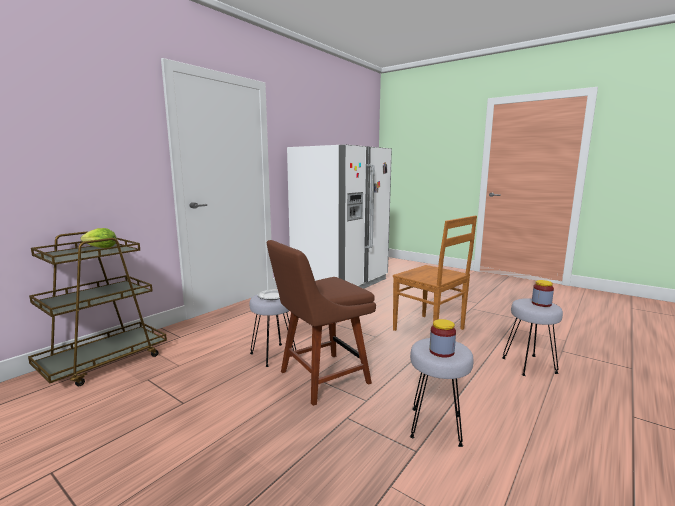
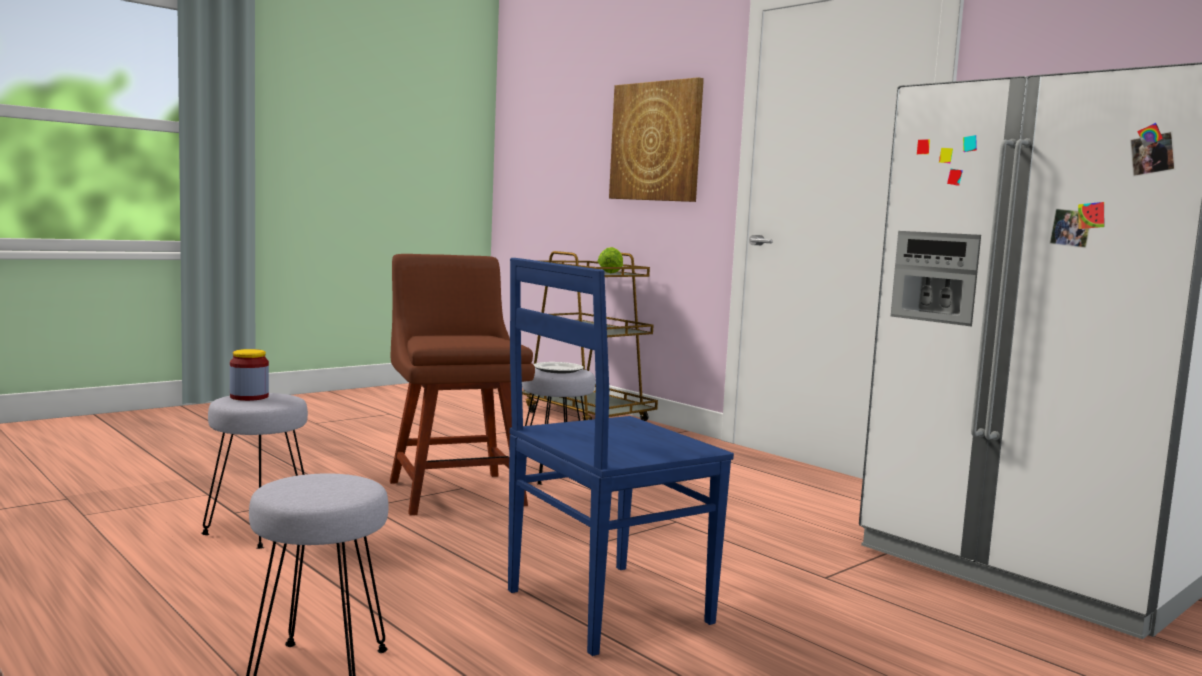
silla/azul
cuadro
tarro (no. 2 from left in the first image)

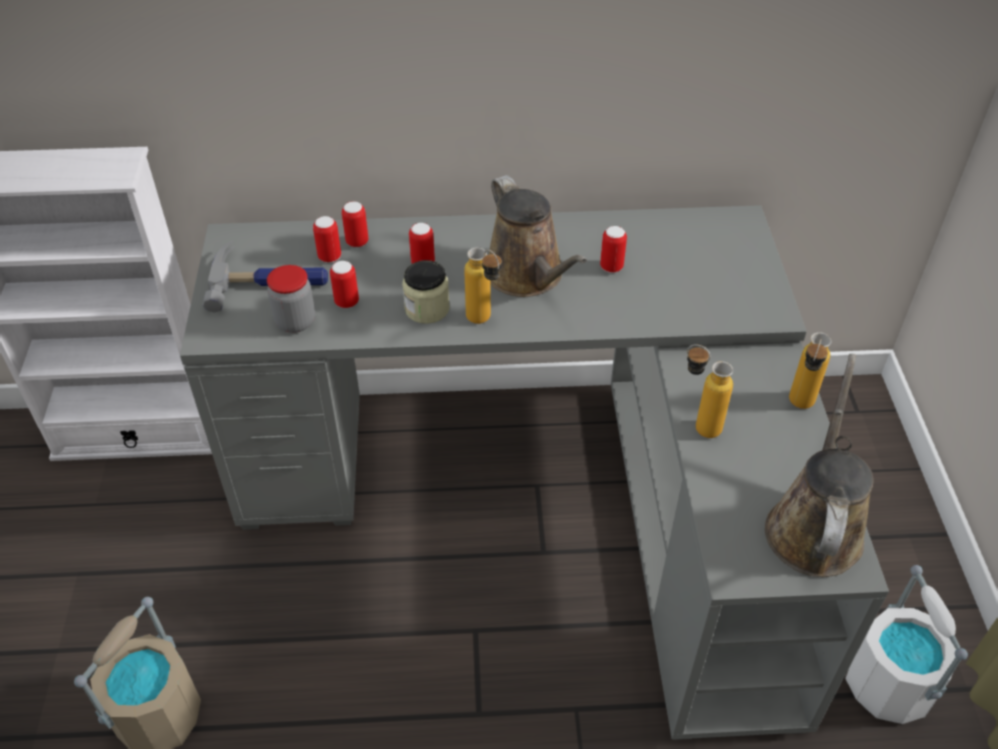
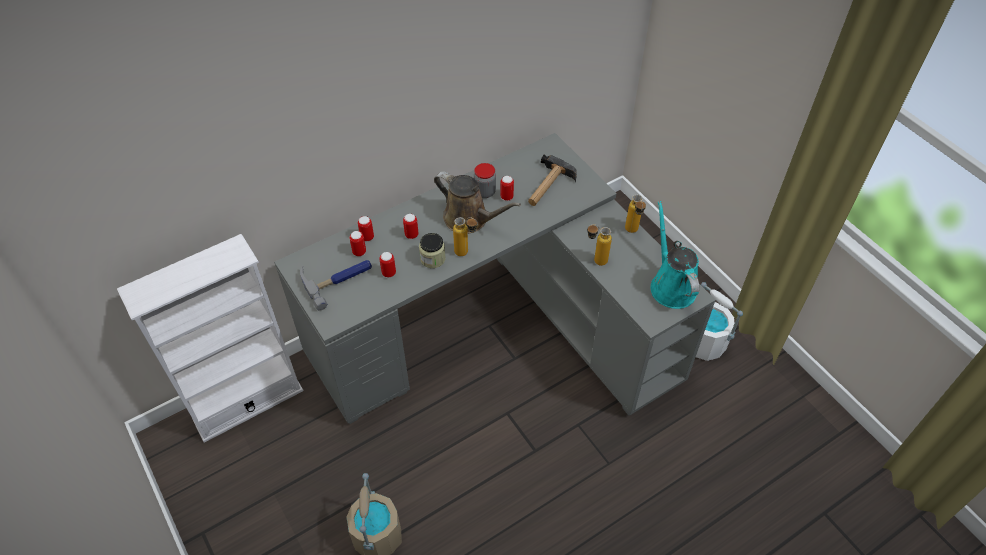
tarro (no. 2 from left)
martillo (no. 2 from left)
regadera/turquesa

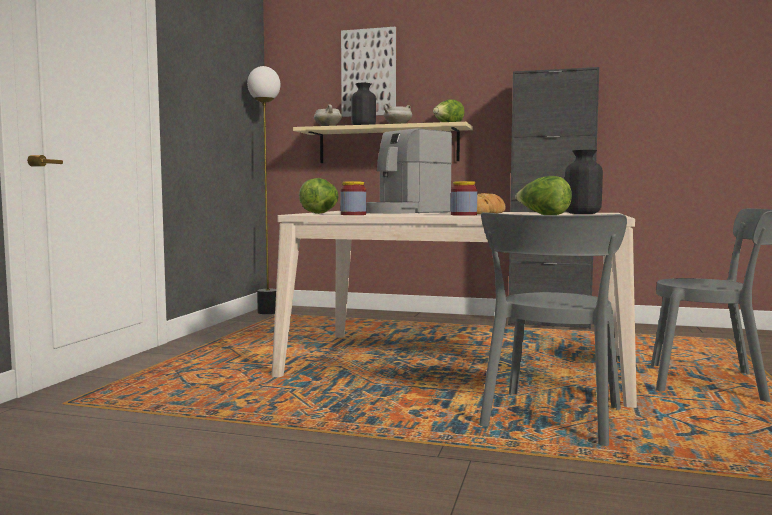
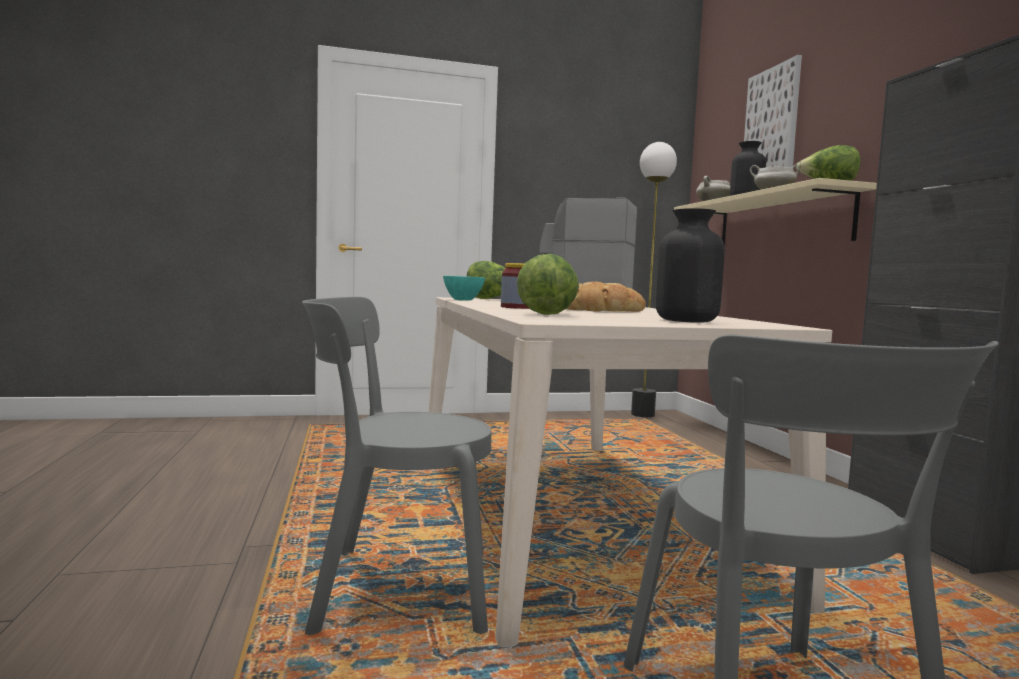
cuenco/turquesa

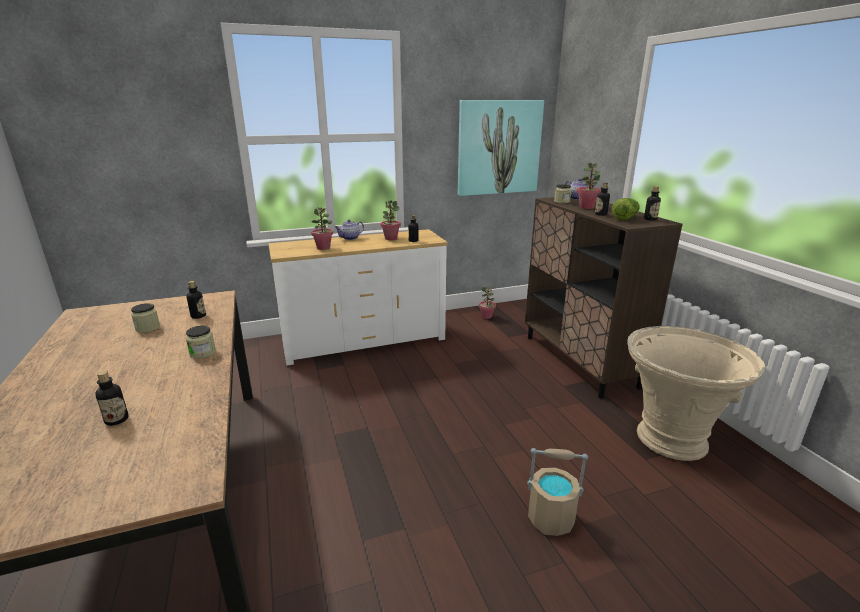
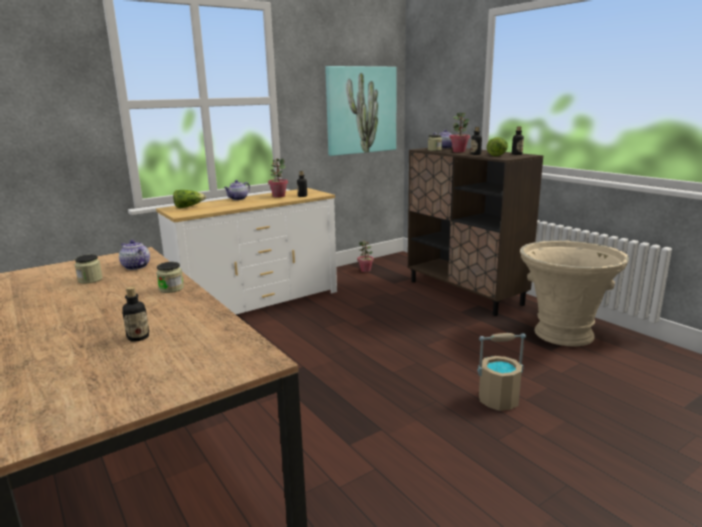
tetera (no. 1 from left)
lechuga (no. 1 from left)
planta en maceta (no. 1 from left in the first image)

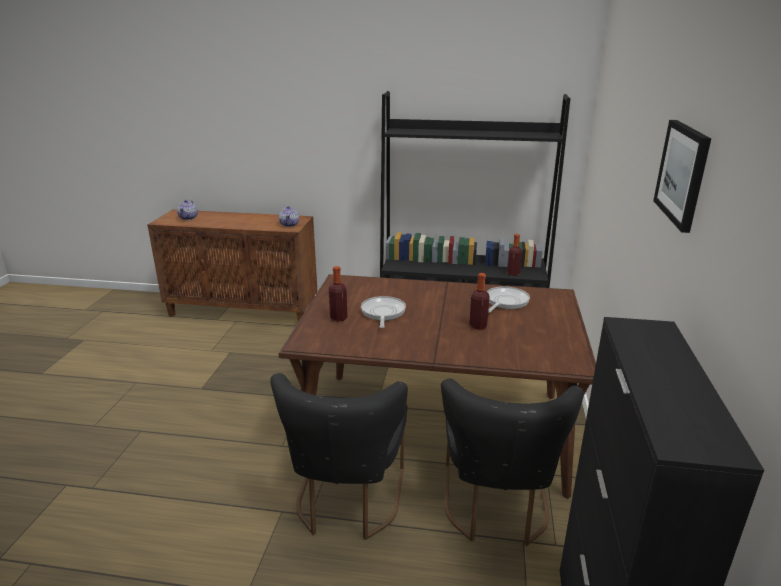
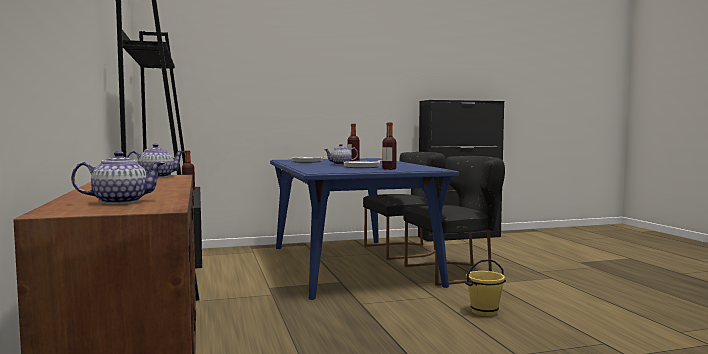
mesa de comedor/azul
tetera (no. 3 from left)
cubo/amarillo
cuadro

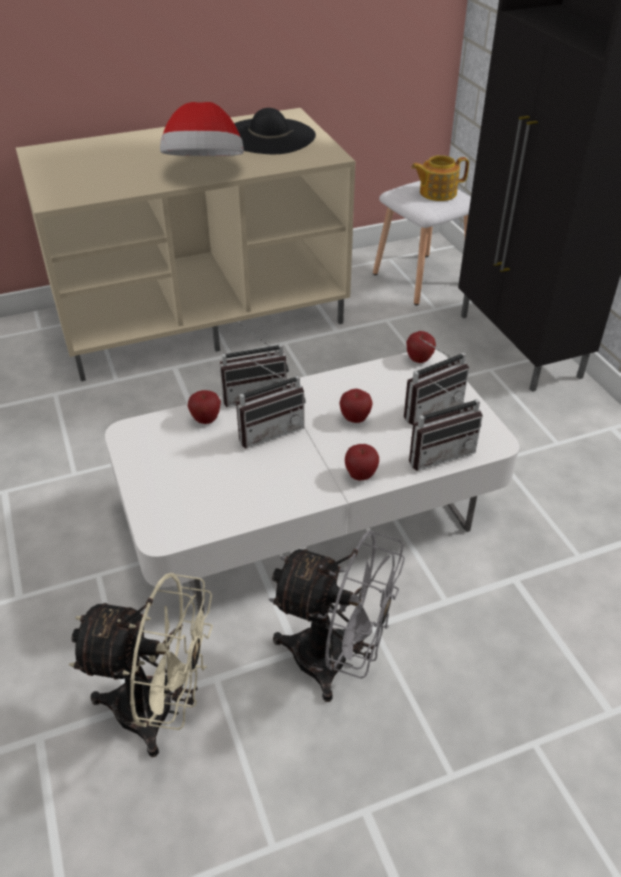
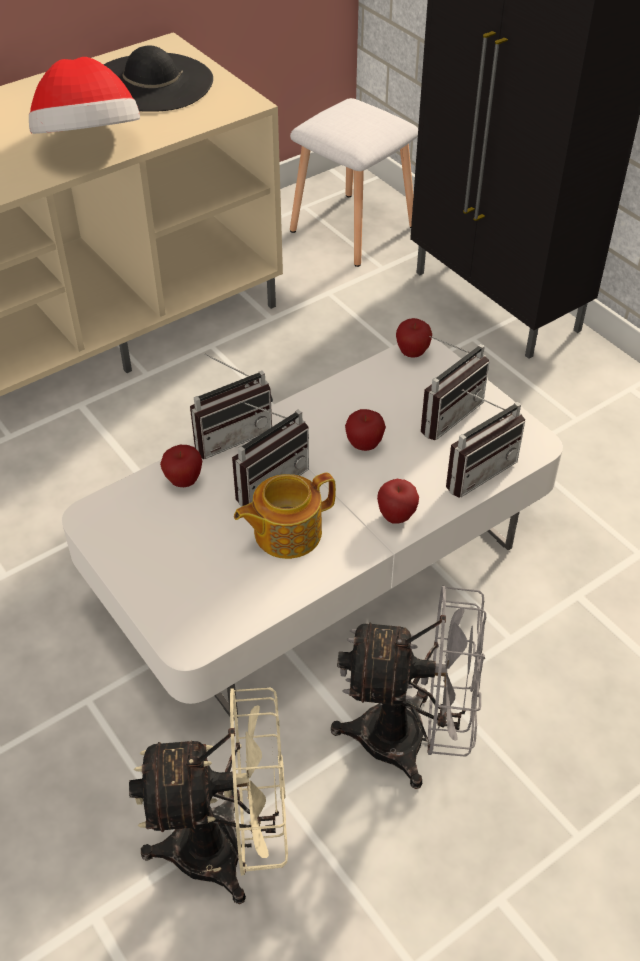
tetera

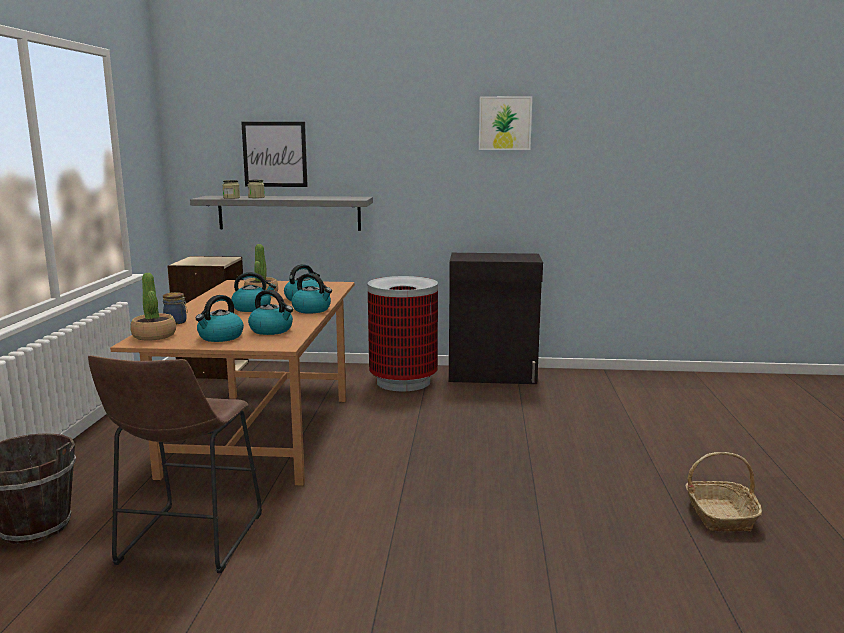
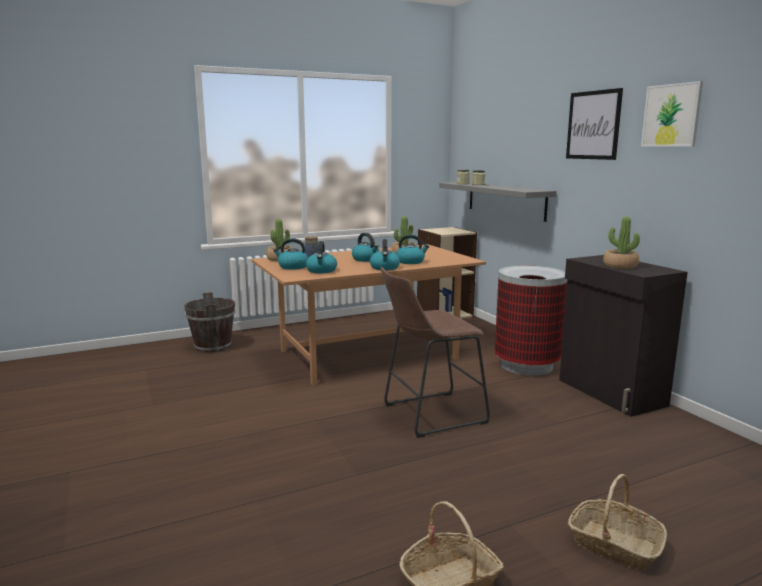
taburete/marrón
cuadro (no. 1 from left)
cesta (no. 2 from left)
planta en maceta (no. 3 from left)

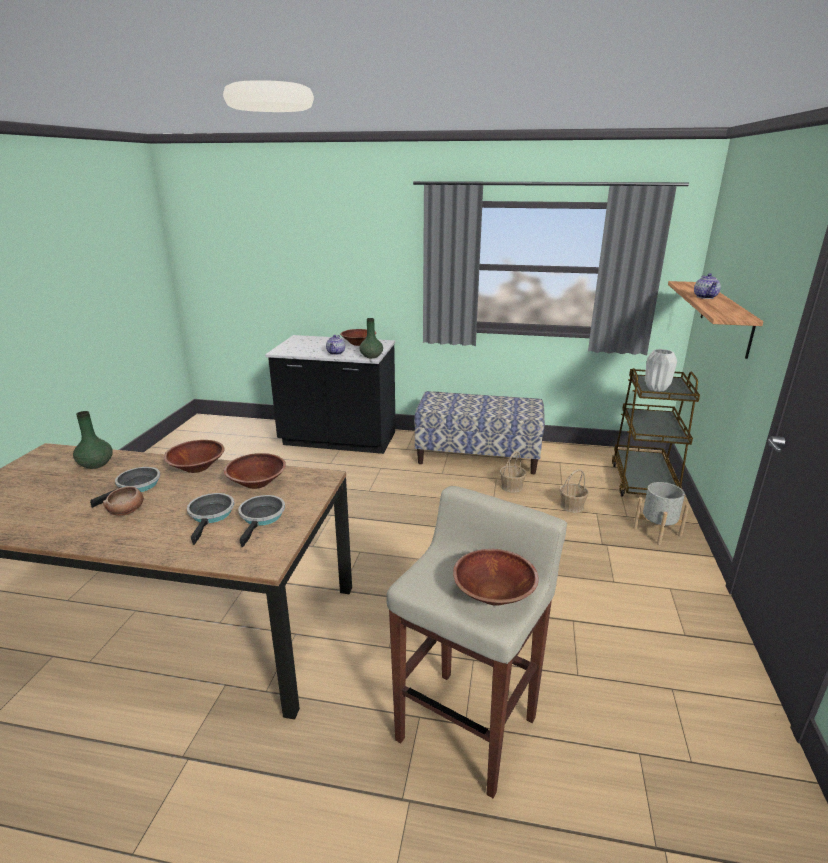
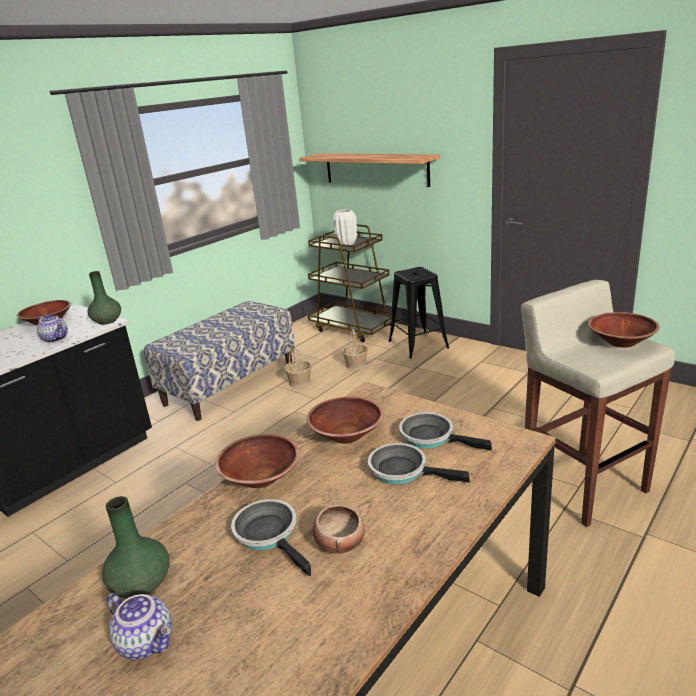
tetera (no. 2 from left)
taburete/negro

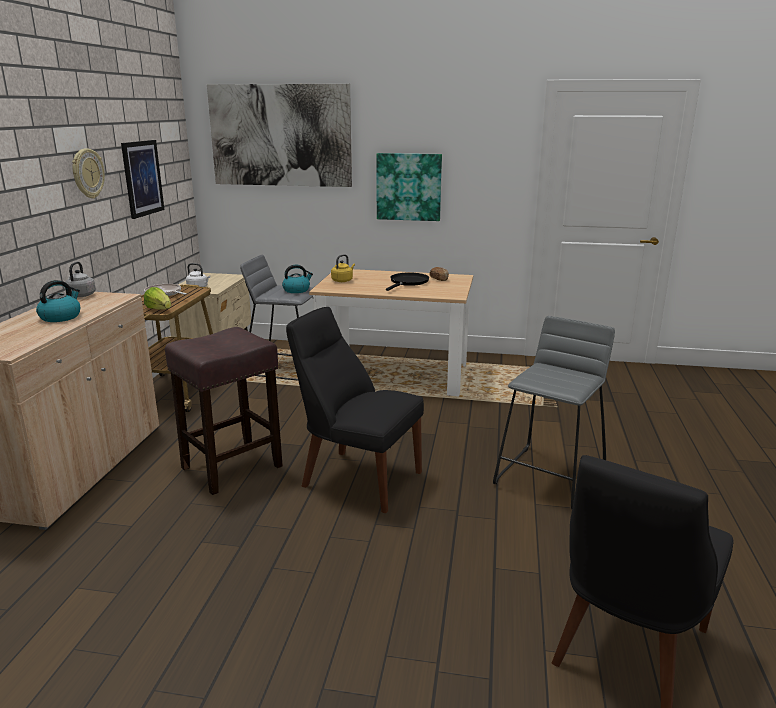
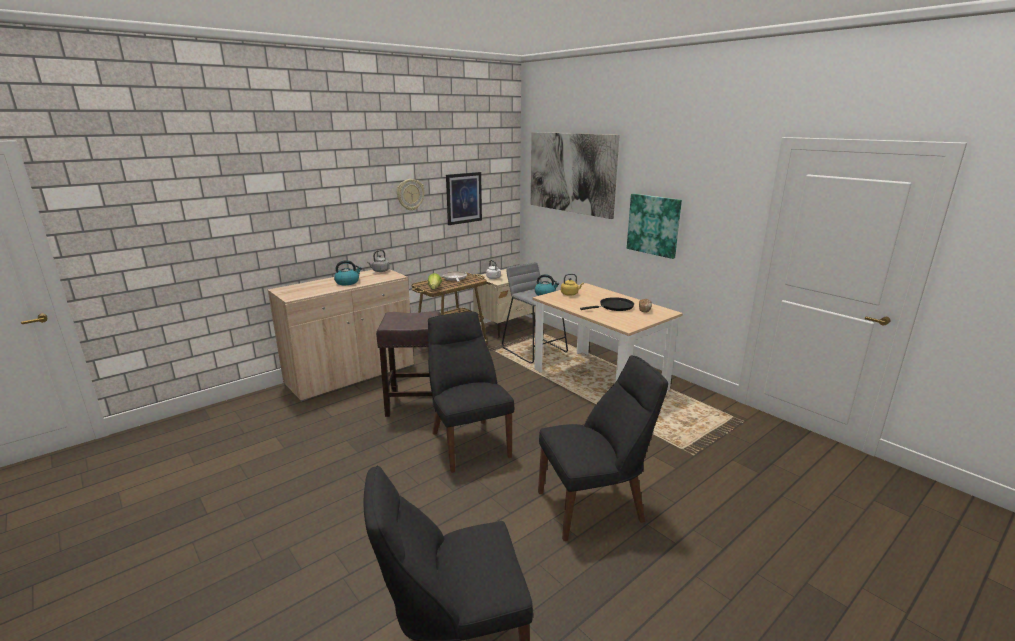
silla/negro (no. 3 from left)

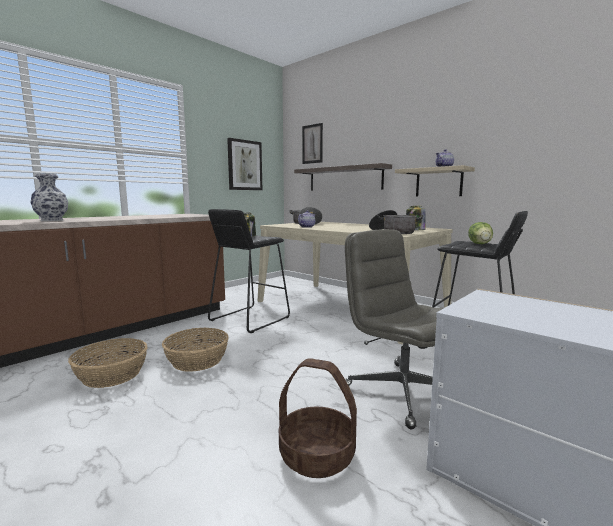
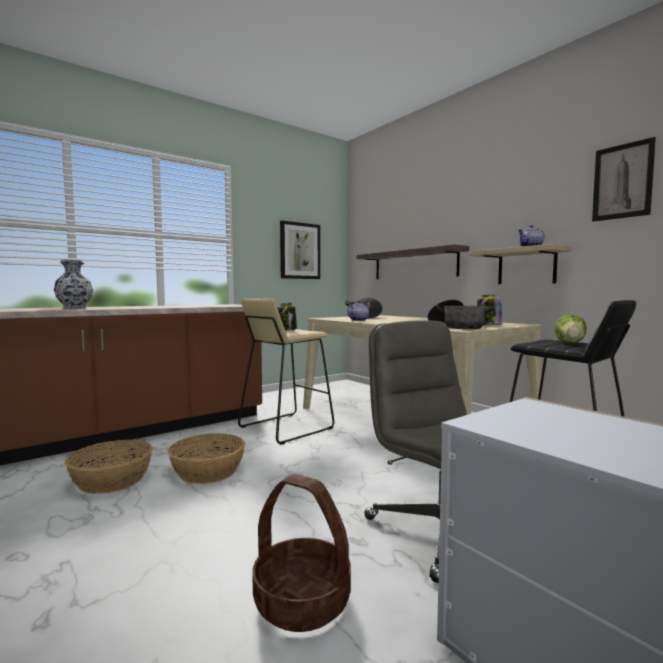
taburete/beis
cuadro (no. 2 from left)

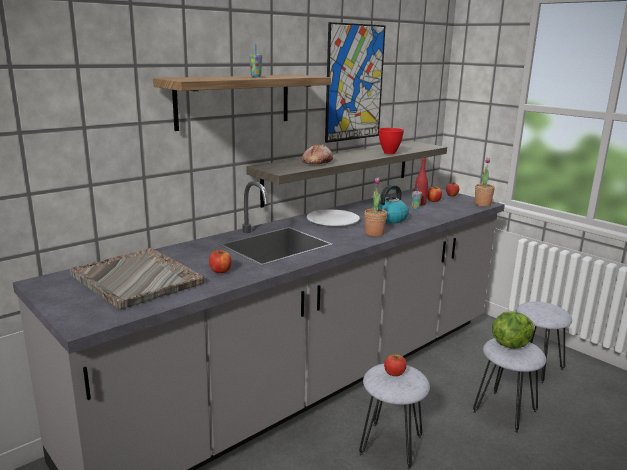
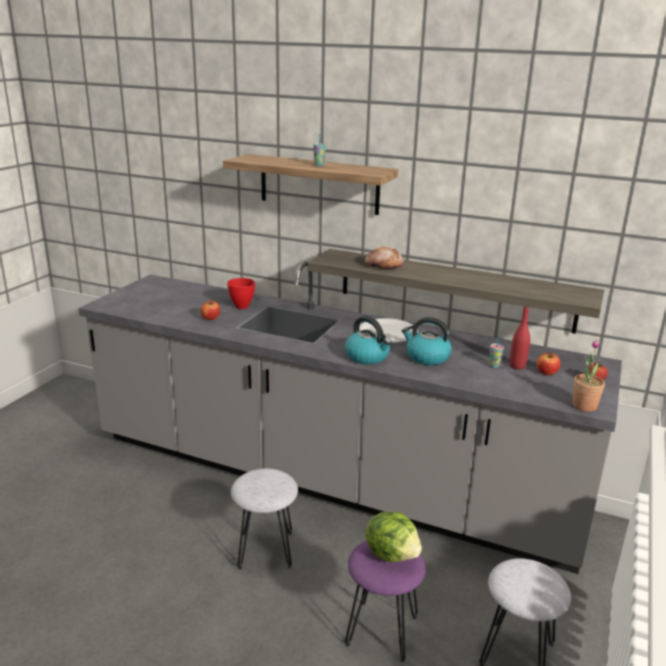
cuenco/rojo
hervidor (no. 1 from left)
taburete/morado
bandeja/gris
cuadro
manzana (no. 2 from left in the first image)

